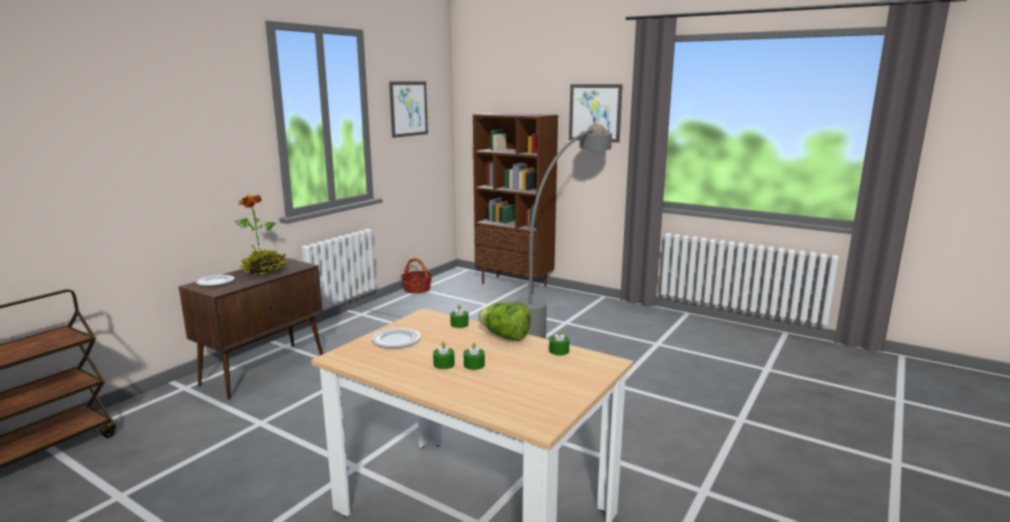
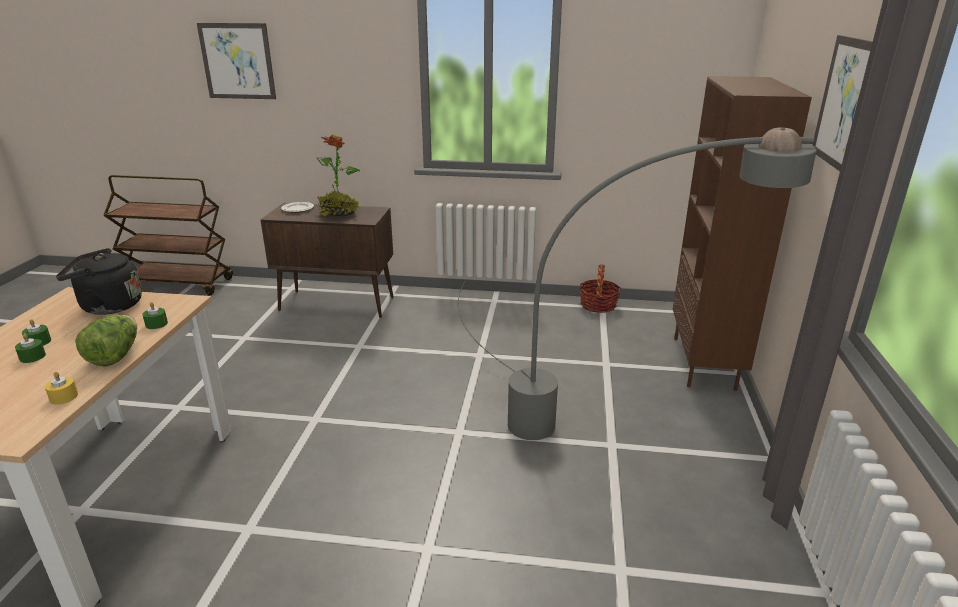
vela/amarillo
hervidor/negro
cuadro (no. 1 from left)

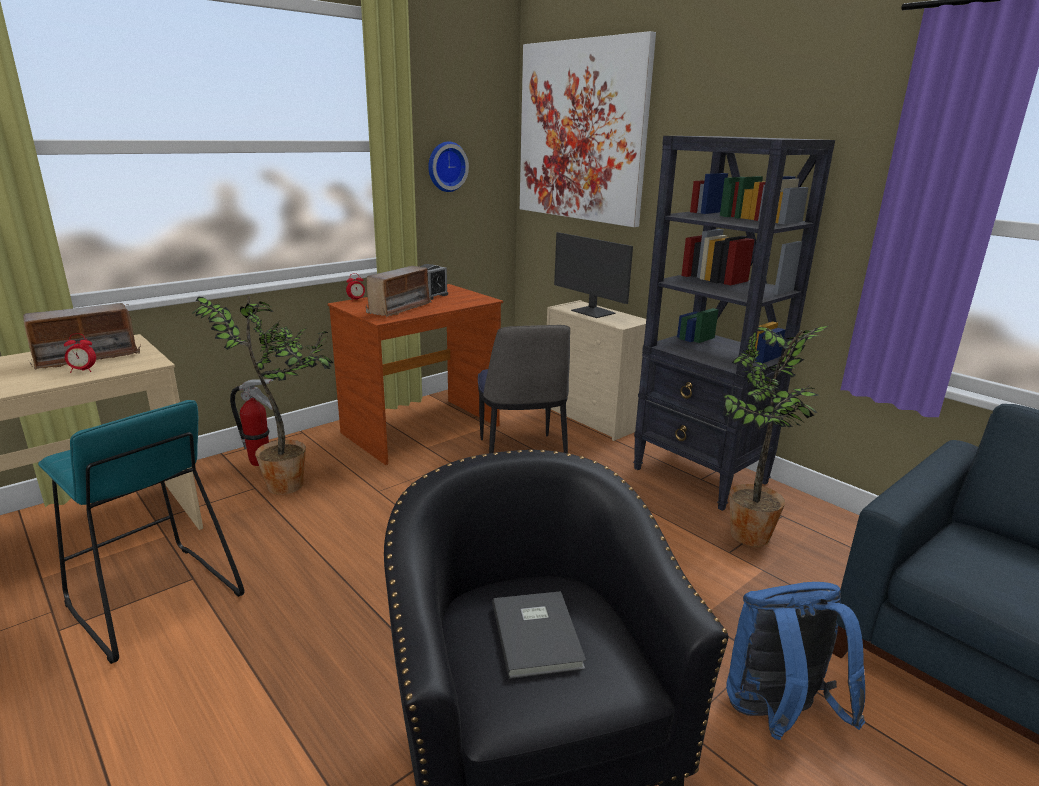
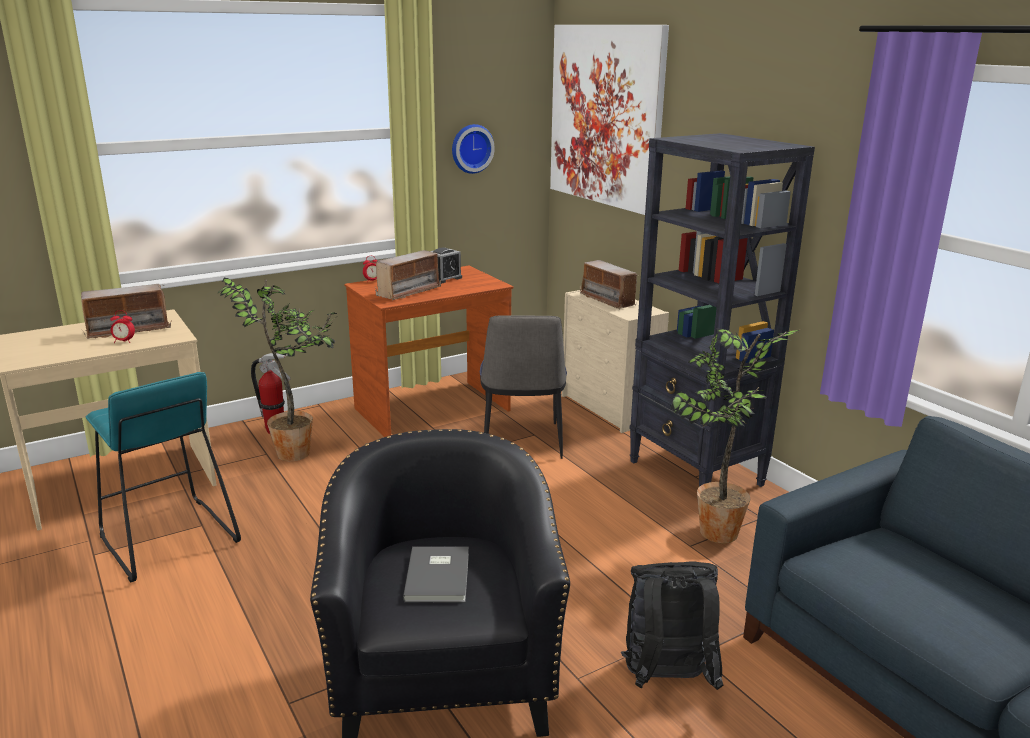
radio (no. 3 from left)
mochila/negro

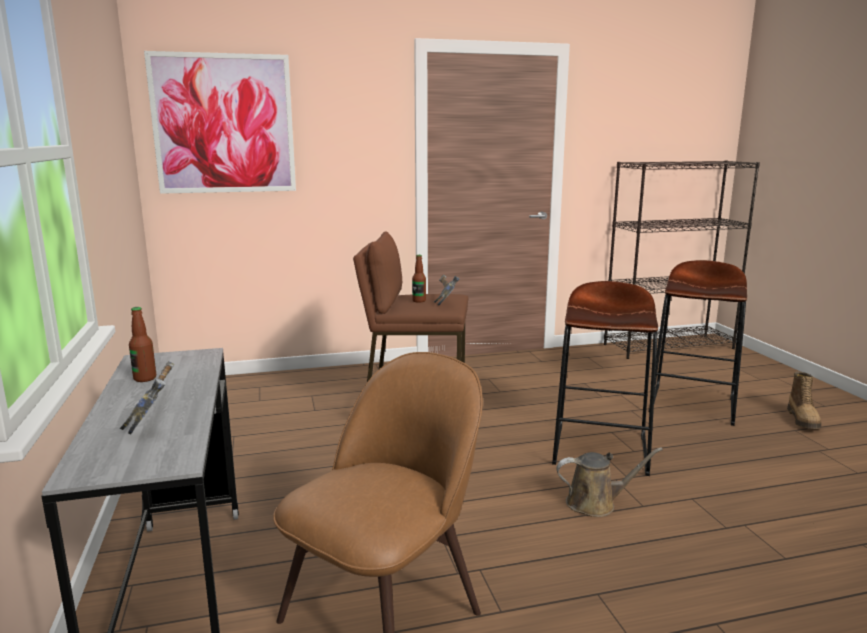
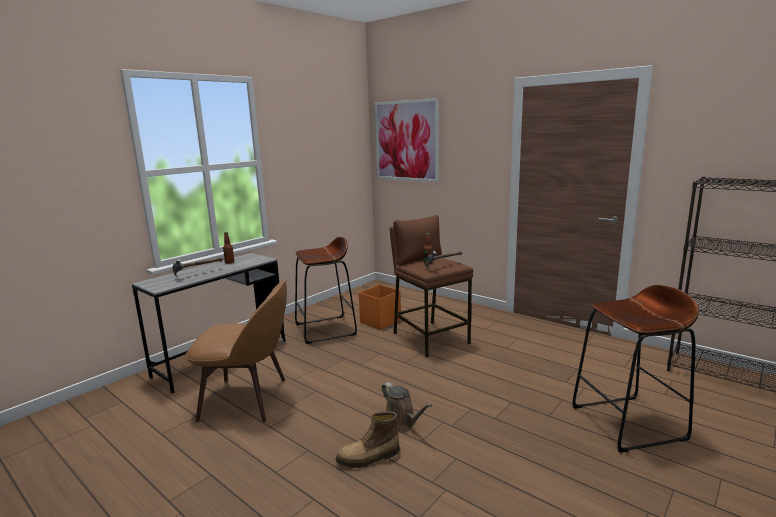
taburete/marrón (no. 1 from left)
bota
caja de almacenaje/naranja

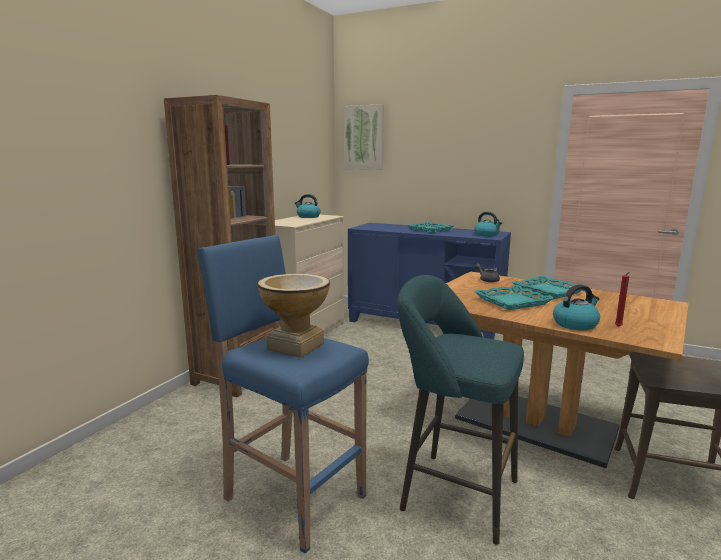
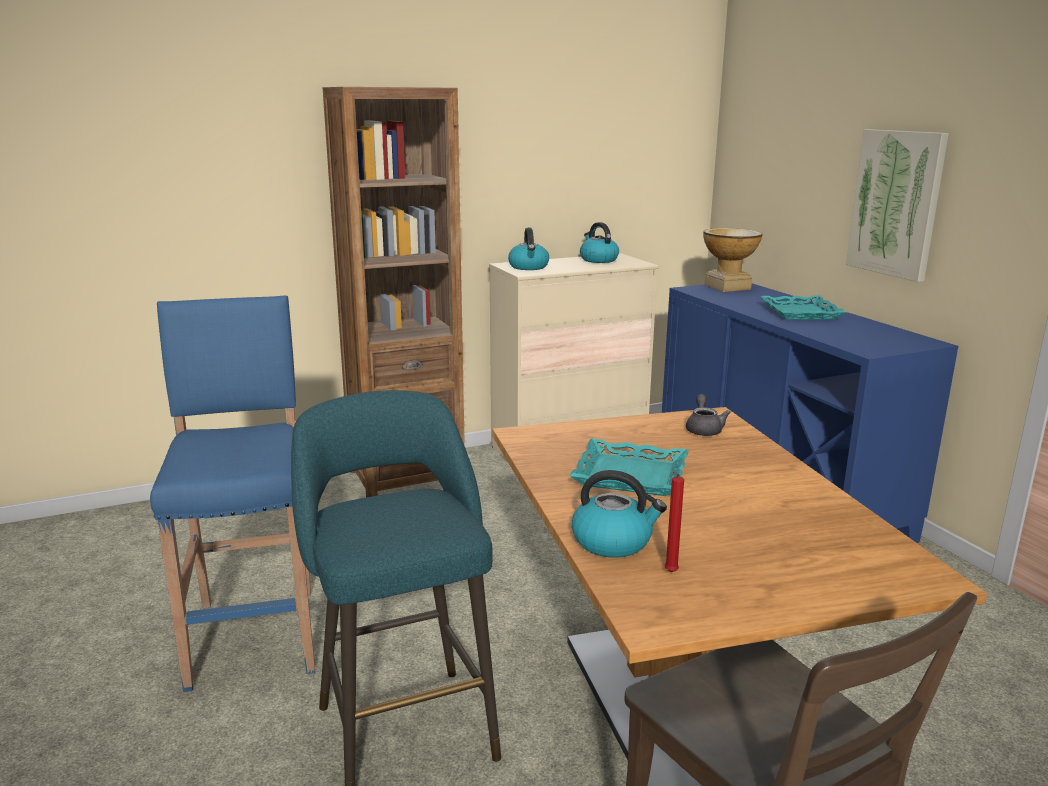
hervidor (no. 1 from left)
florero
cuadro
bandeja/turquesa (no. 3 from left in the first image)

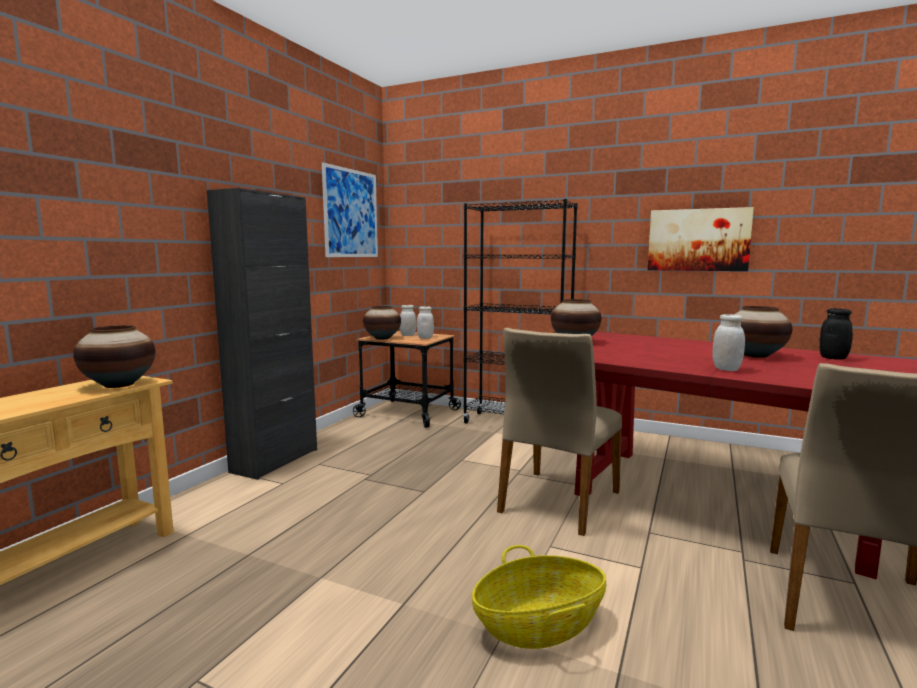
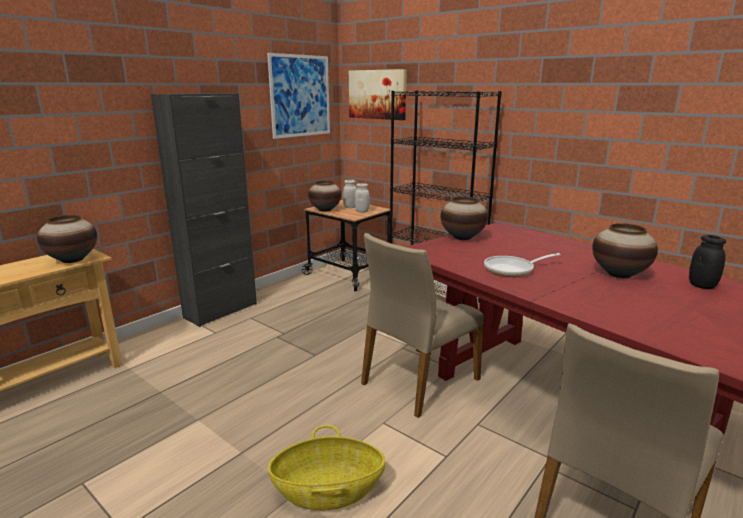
cuadro (no. 2 from left)
sartén
tarro/blanco (no. 3 from left in the first image)

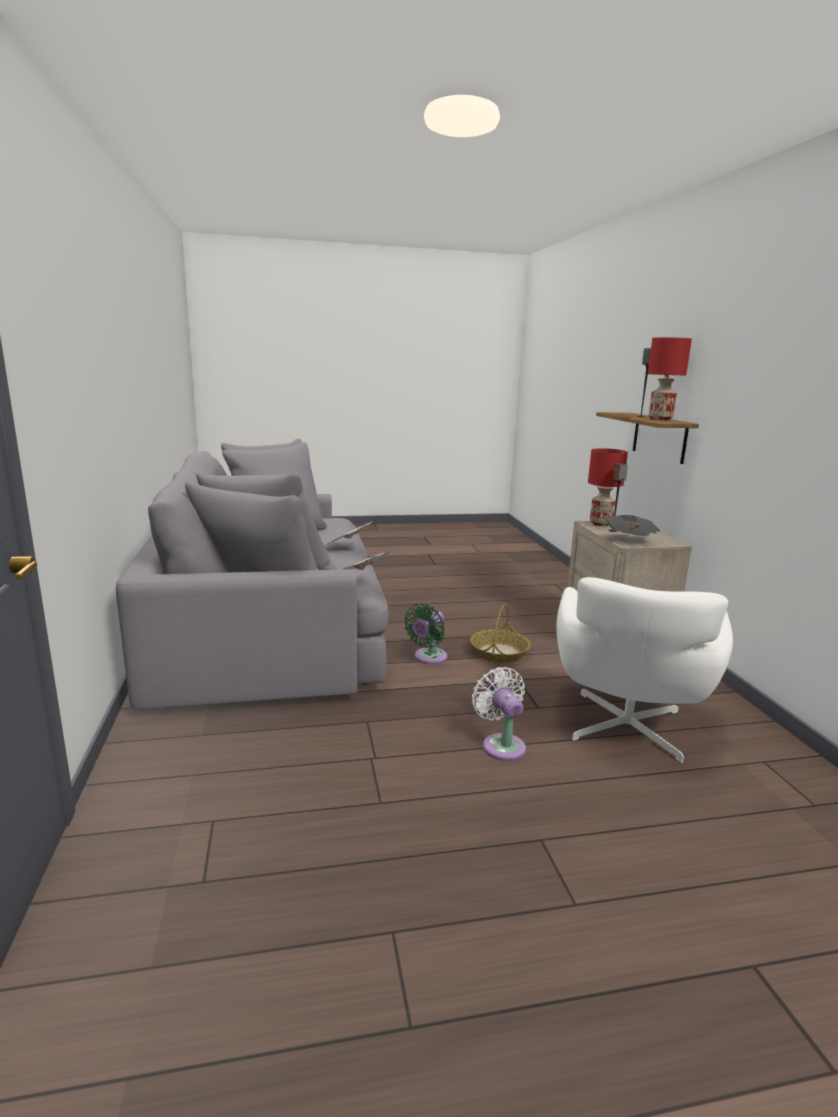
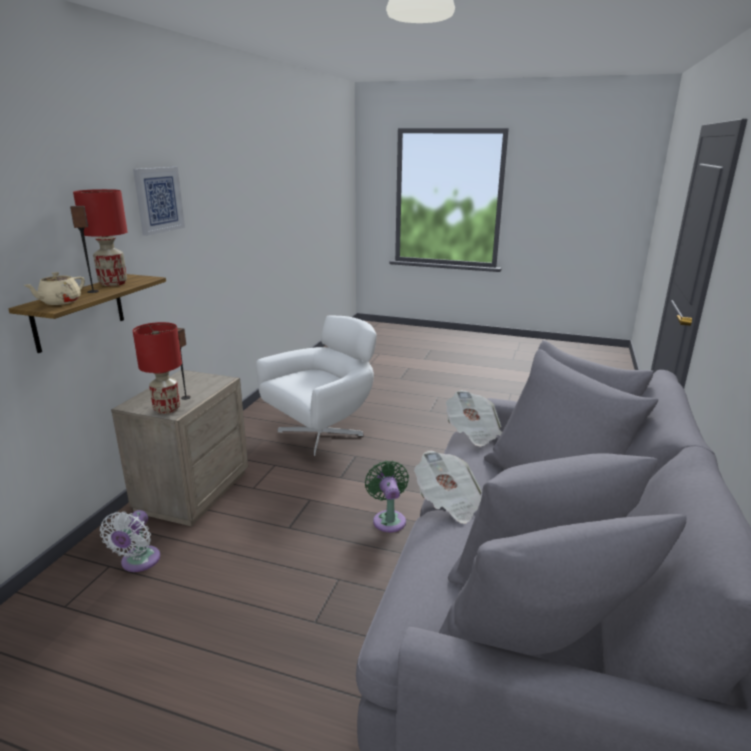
tetera/beis
ventilador/blanco
cuadro
ventilador/verde
cesta
periódico (no. 3 from left in the first image)

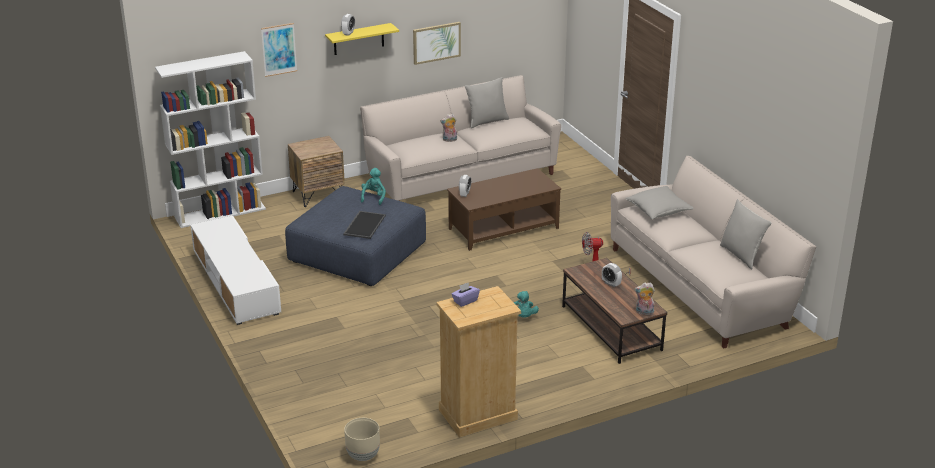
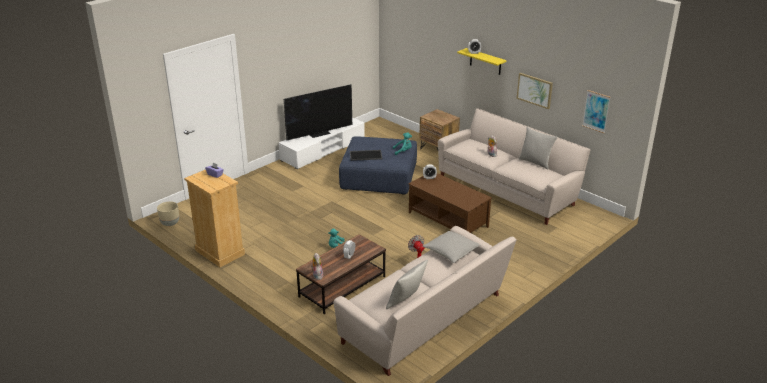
televisor
cuadro (no. 2 from left)
estantería/blanco

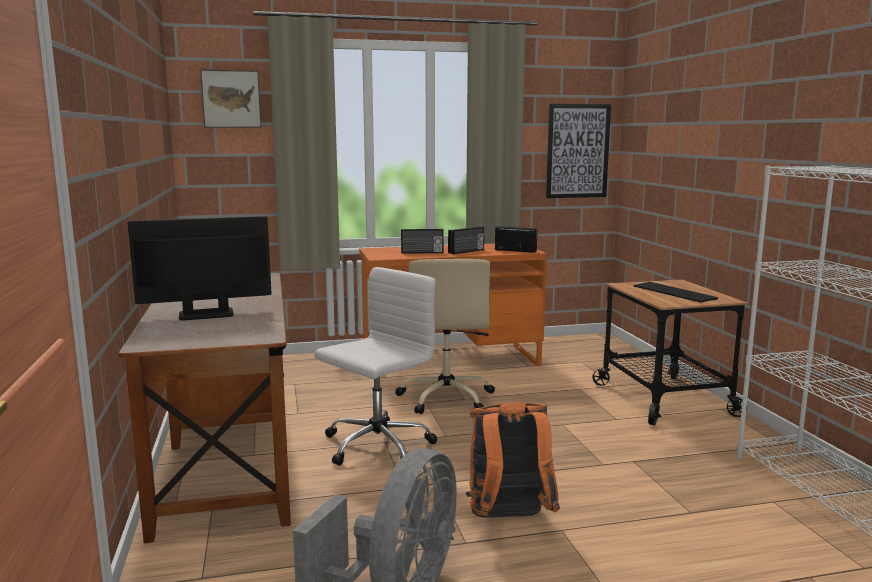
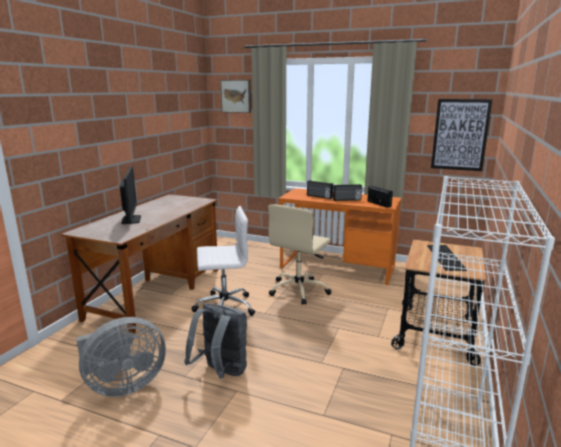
monitor
mochila/gris

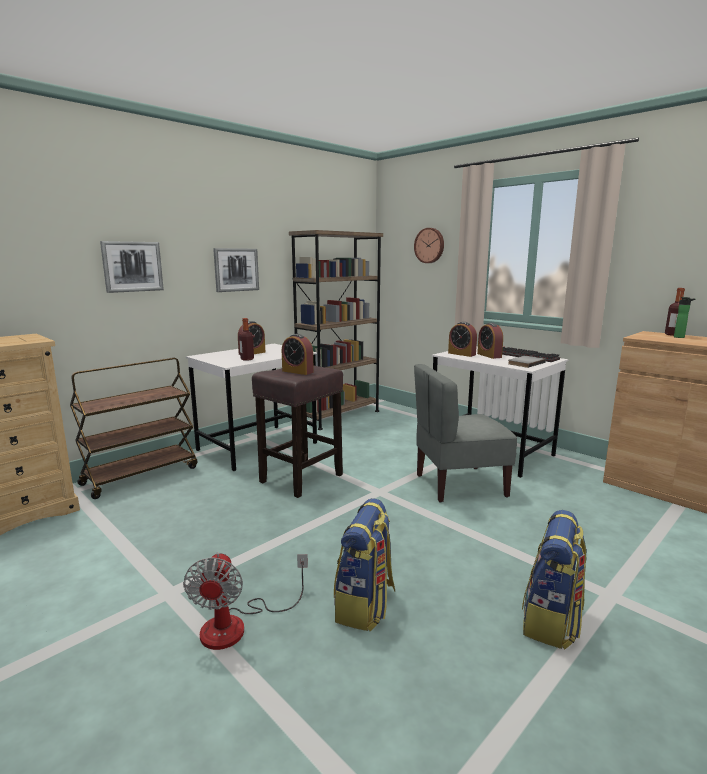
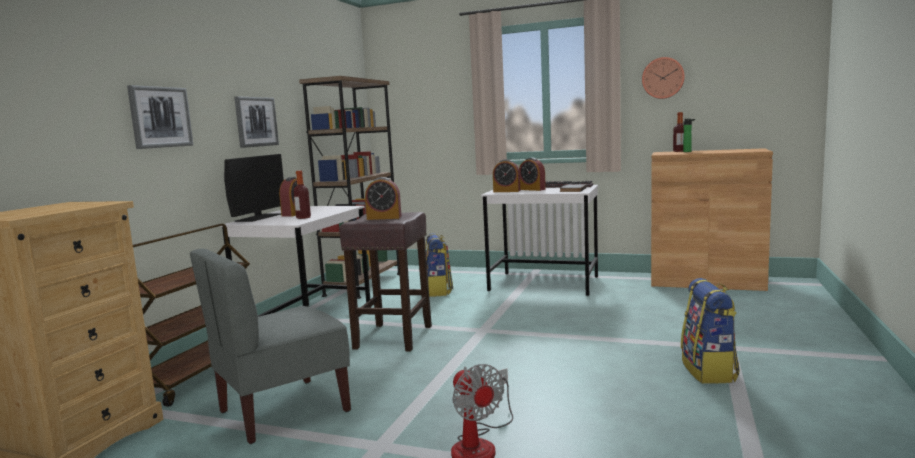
silla/gris
monitor
mochila (no. 1 from left)
reloj de pared

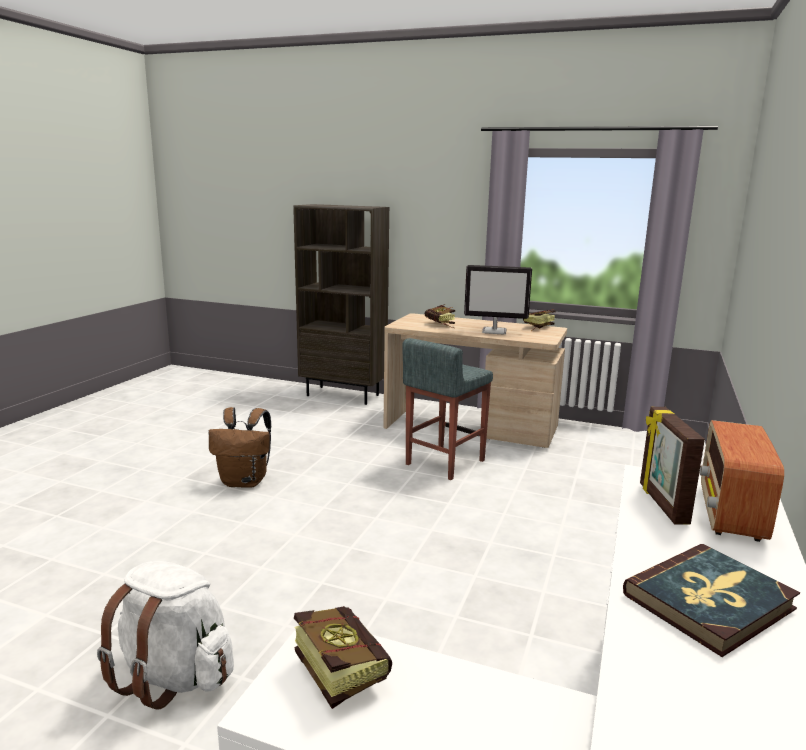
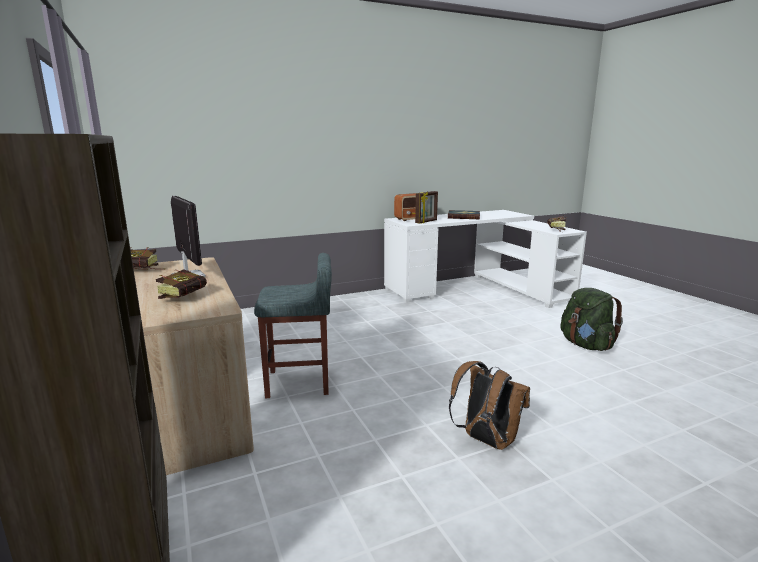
mochila/verde

